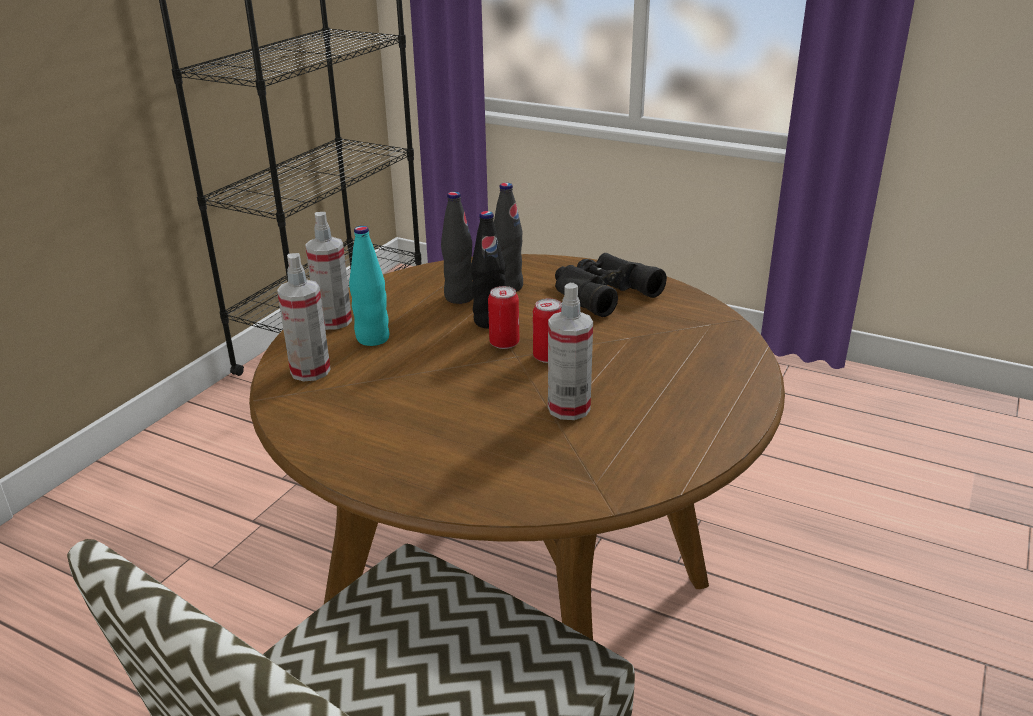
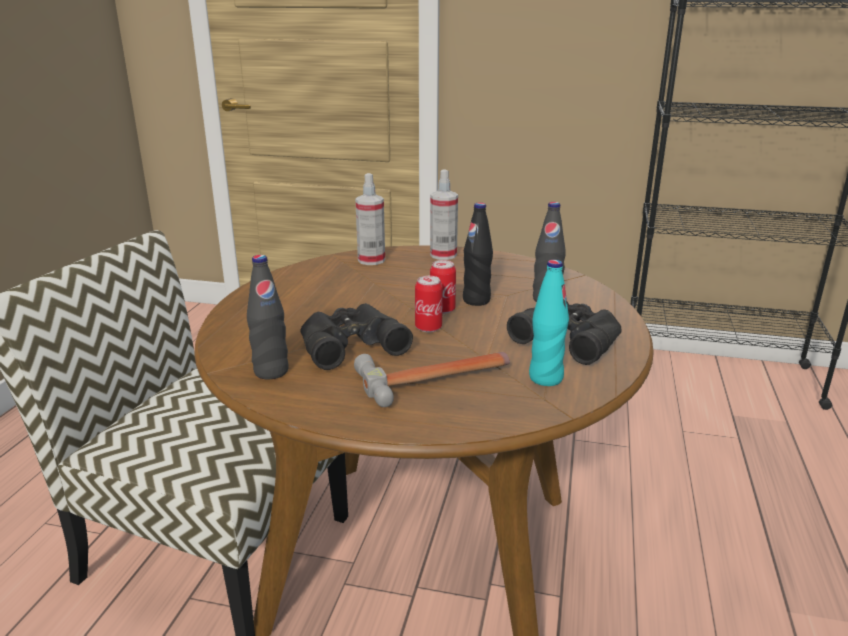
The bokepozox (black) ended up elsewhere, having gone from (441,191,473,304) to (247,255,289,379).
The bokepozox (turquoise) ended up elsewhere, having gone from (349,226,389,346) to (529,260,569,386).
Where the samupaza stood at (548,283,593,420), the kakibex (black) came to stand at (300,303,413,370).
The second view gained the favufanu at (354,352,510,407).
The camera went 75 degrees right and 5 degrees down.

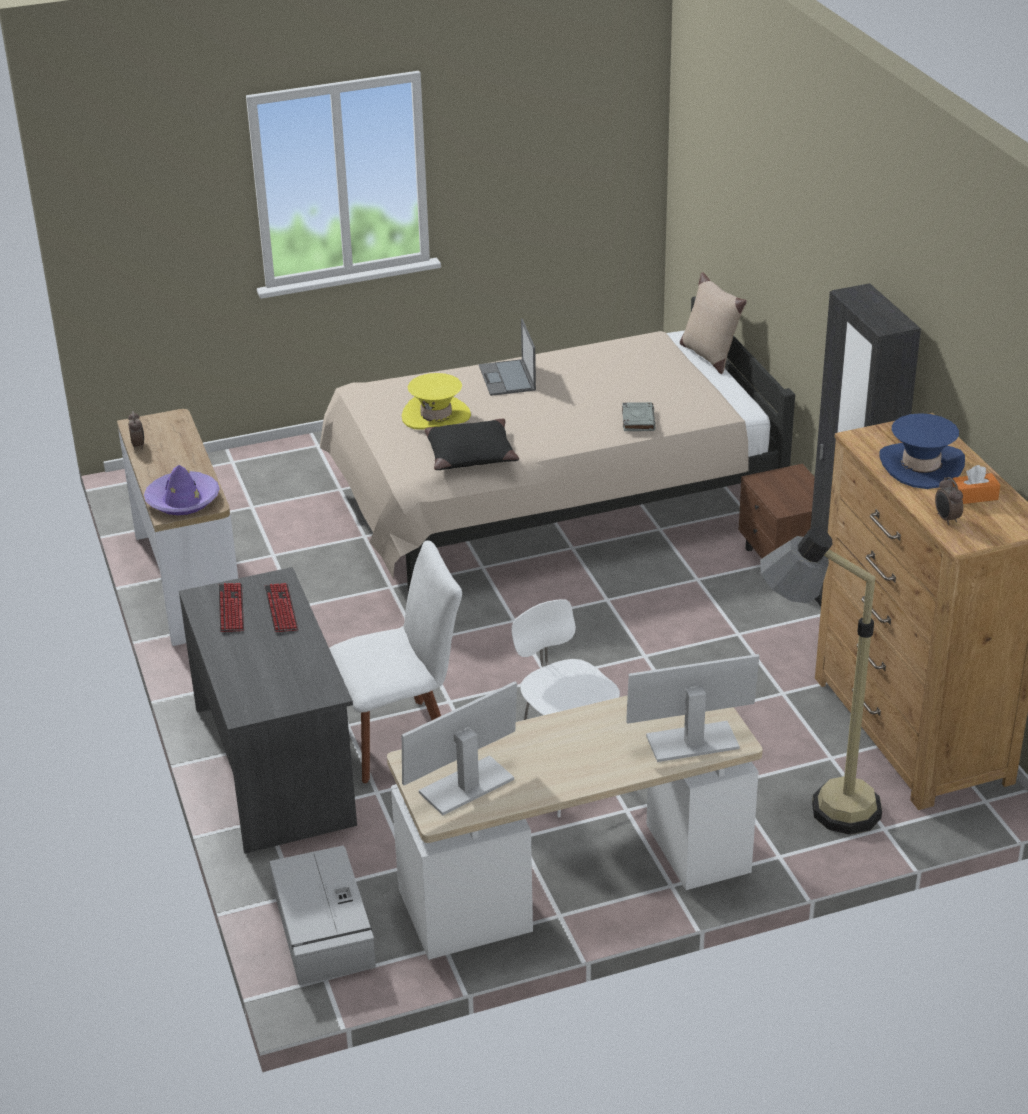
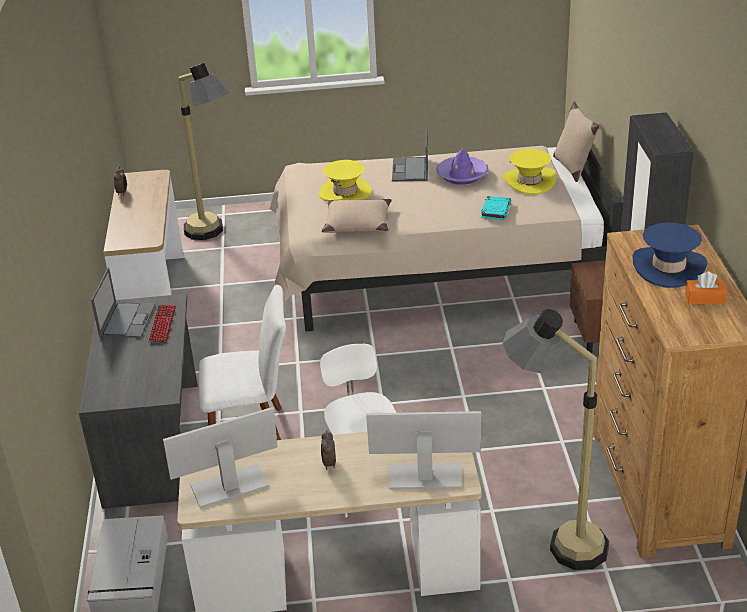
What was the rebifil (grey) at (622,402,656,431) turned into the rebifil (turquoise) at (481,196,511,220).
What was the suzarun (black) at (425,419,519,470) turned into the suzarun (beige) at (322,199,392,233).
The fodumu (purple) ended up elsewhere, having gone from (144,465,220,515) to (436,149,489,185).
The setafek ended up elsewhere, having gone from (935,477,963,525) to (321,430,336,470).
Where the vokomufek stood at (219,583,244,632), the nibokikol came to stand at (91,268,155,338).
The second view gained the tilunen at (178,63,229,240).
The second view gained the fodumu (yellow) at (503,149,557,194).
The camera went 15 degrees right and 0 degrees up.

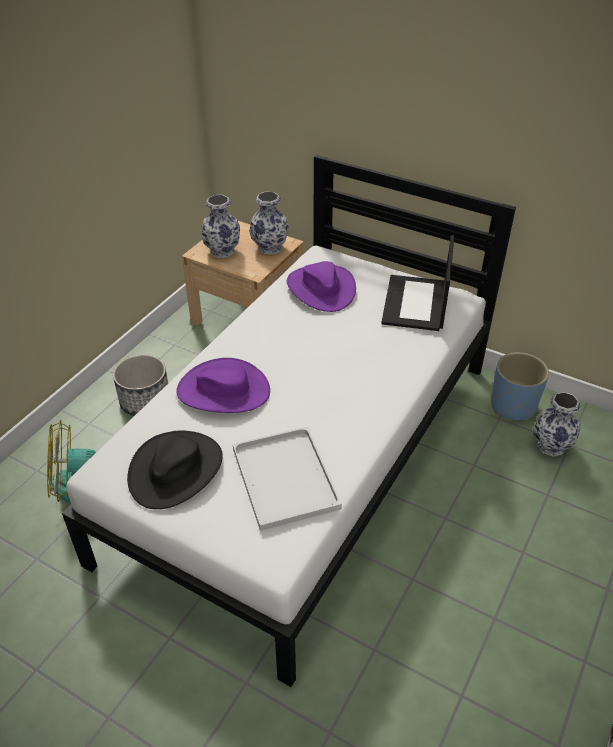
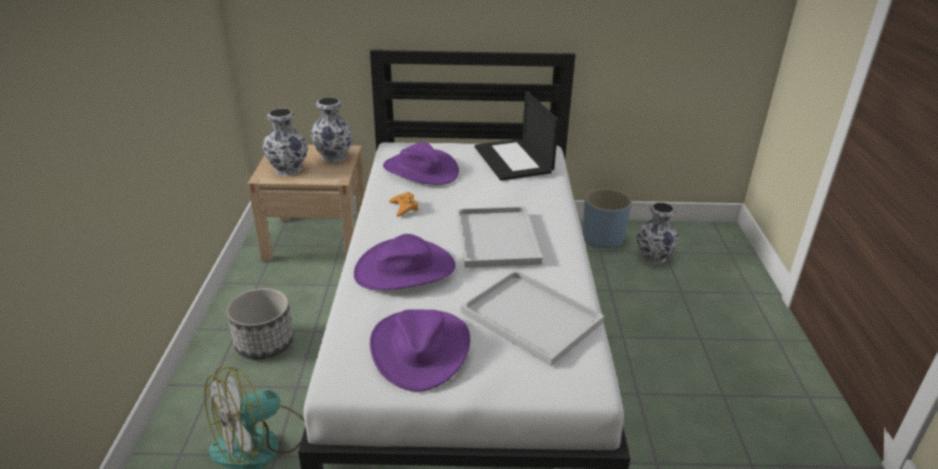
What was the fodumu (black) at (127,431,223,509) turned into the fodumu (purple) at (370,310,470,392).
The second view gained the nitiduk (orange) at (389,192,419,217).
The second view gained the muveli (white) at (457,206,542,268).
The camera went 30 degrees left and 10 degrees down.

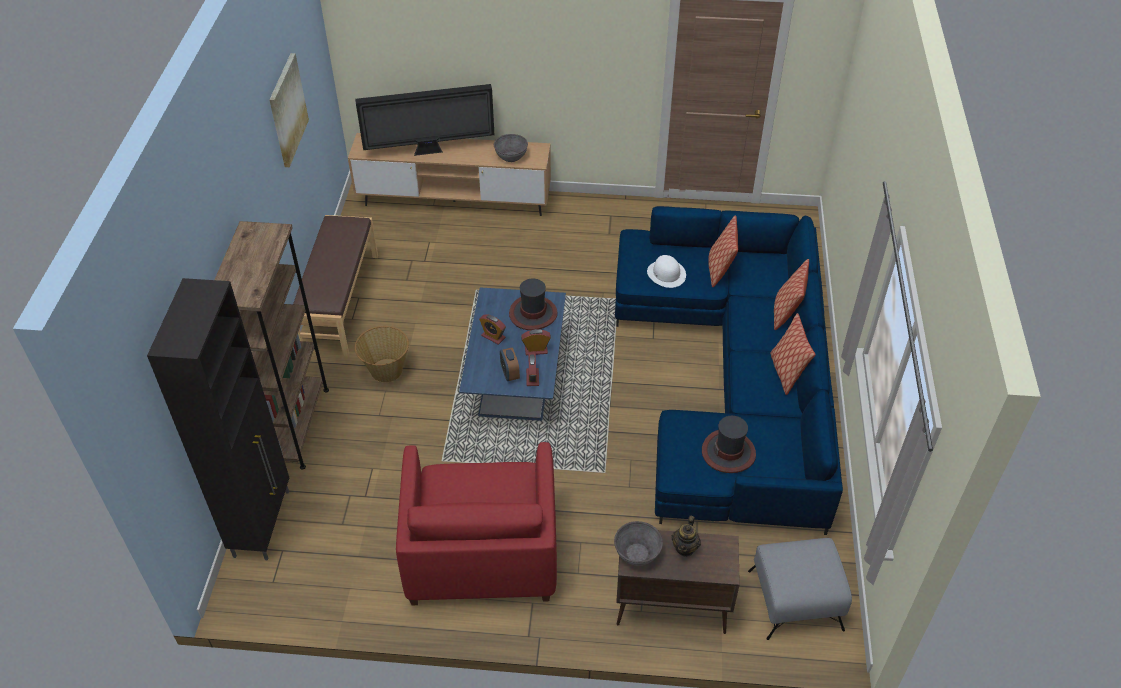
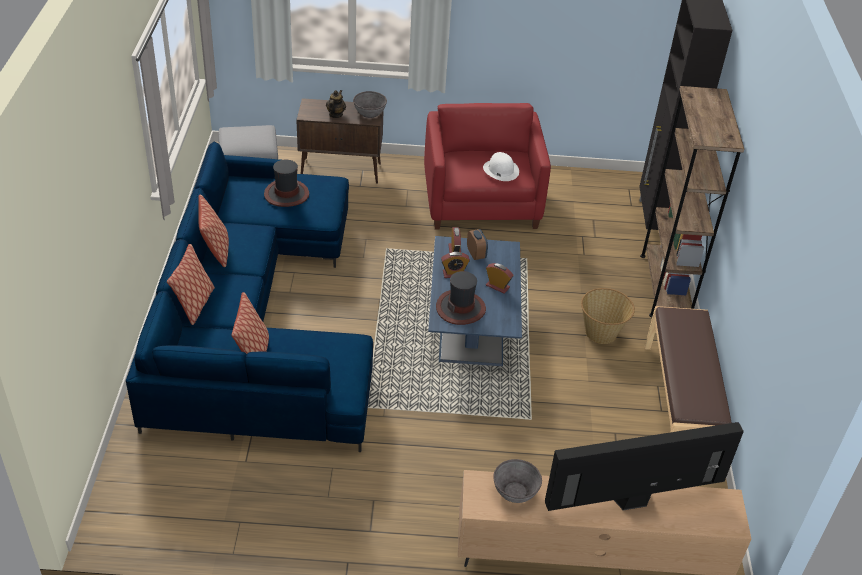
The second view lost the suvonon at (269,53,309,167).
The fodumu (white) ended up elsewhere, having gone from (647,255,686,288) to (483,152,519,181).
The camera went 175 degrees right and 5 degrees down.

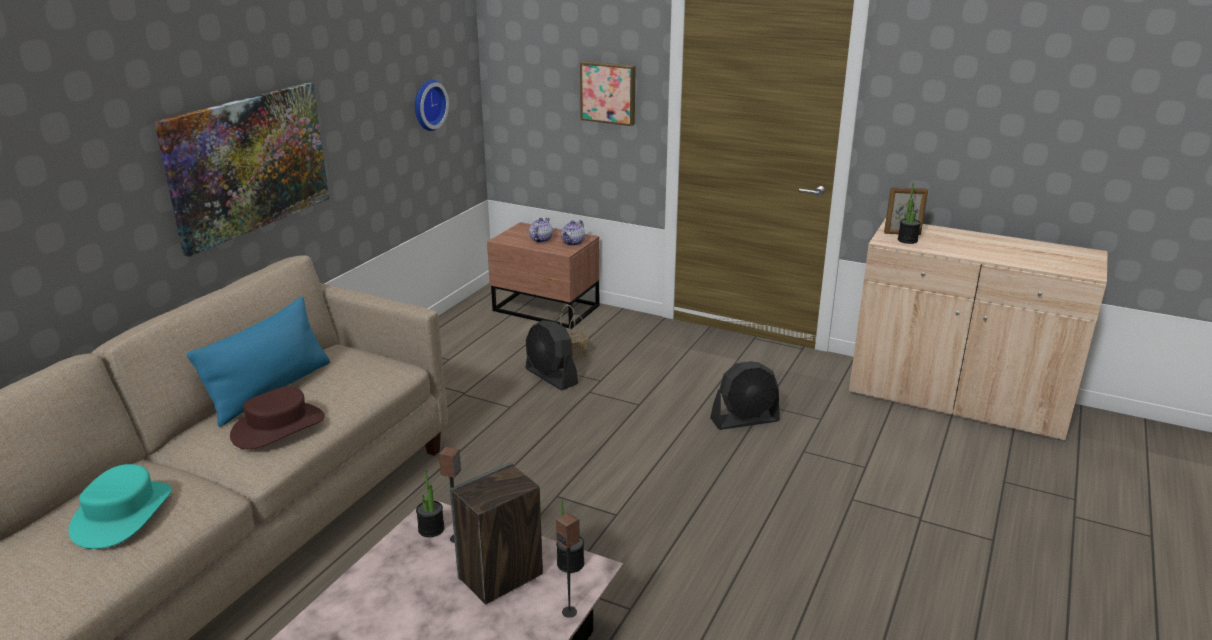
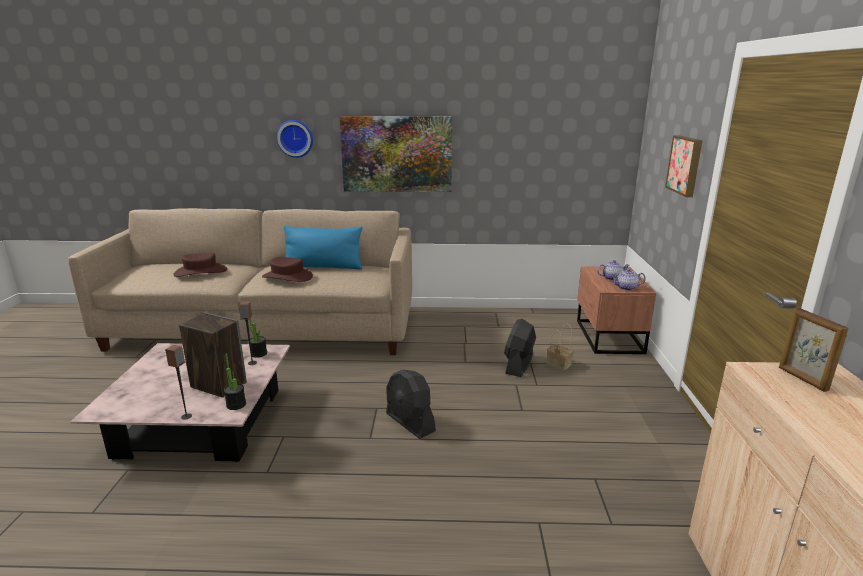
The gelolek ended up elsewhere, having gone from (415,80,449,131) to (277,120,313,158).
The second view lost the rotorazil at (898,183,921,244).
The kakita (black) ended up elsewhere, having gone from (710,361,780,430) to (386,370,436,439).
What was the fodumu (turquoise) at (68,464,172,549) turned into the fodumu (brown) at (173,252,227,277).
The camera went 65 degrees right and 5 degrees down.

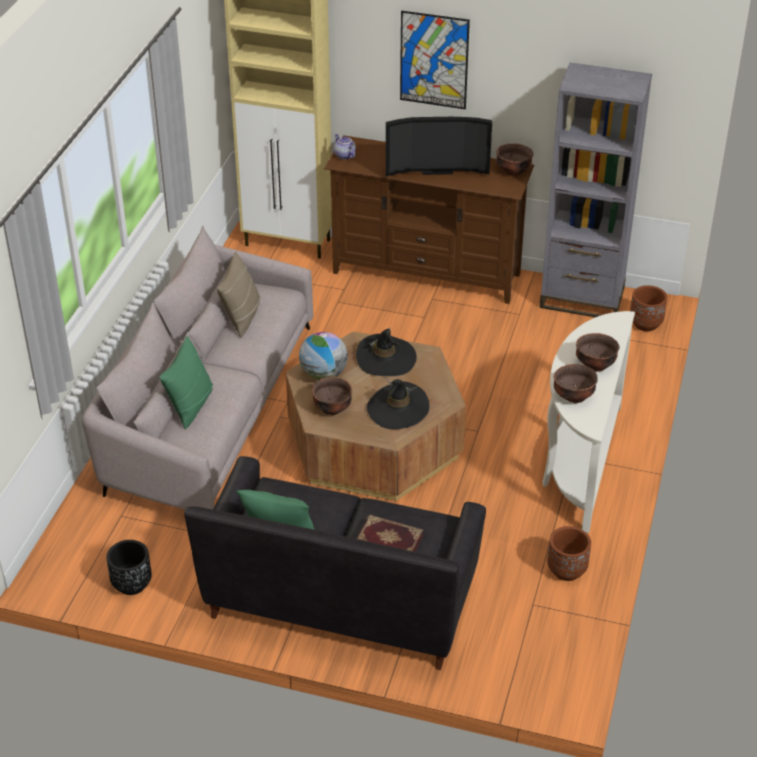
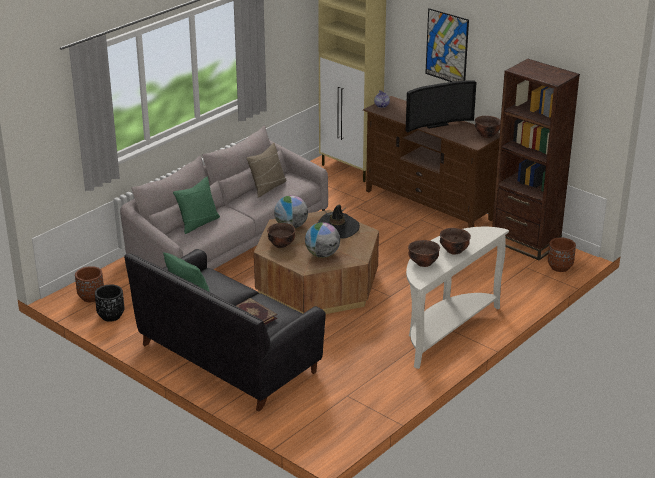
What was the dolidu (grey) at (540,63,652,317) turned into the dolidu (brown) at (492,59,580,260).
The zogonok at (386,117,492,176) ended up facing another way, 45 degrees counterclockwise from before.
Where the fodumu (black) stood at (367,378,430,429), the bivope came to stand at (305,222,340,258).
The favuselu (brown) ended up elsewhere, having gone from (547,526,591,581) to (75,266,104,302).
The camera went 25 degrees right and 10 degrees down.

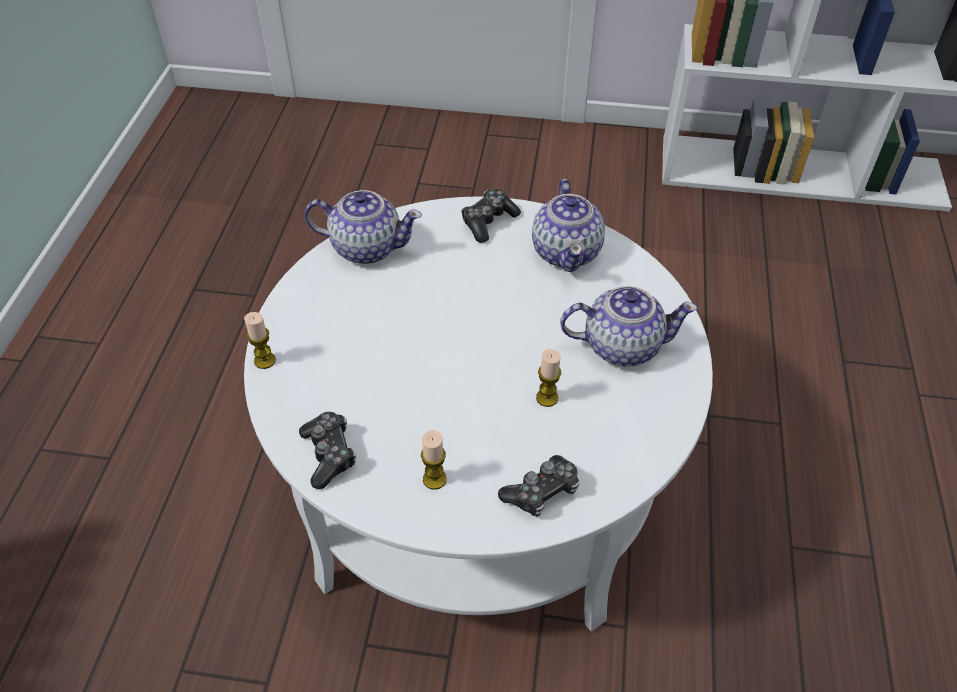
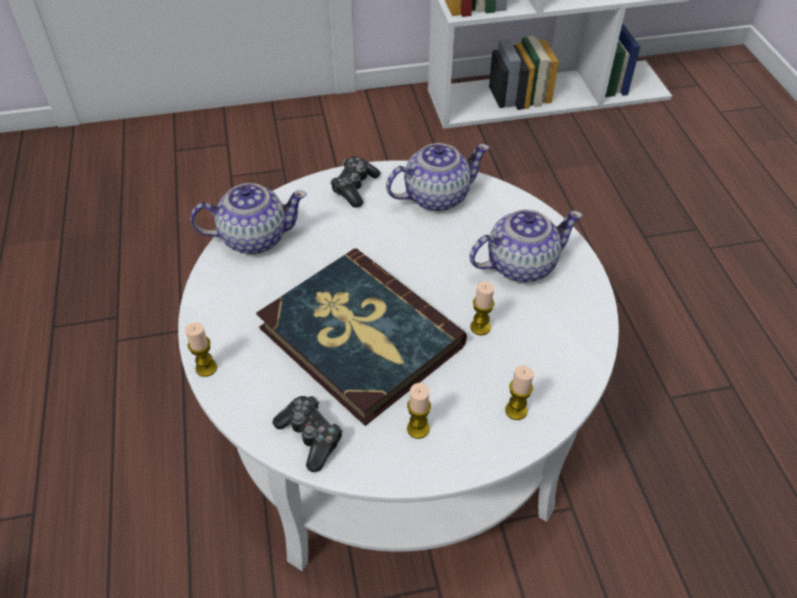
The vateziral at (532,179,605,272) ended up facing another way, 90 degrees counterclockwise from before.
Where the nitiduk stood at (498,455,579,517), the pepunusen came to stand at (505,365,534,420).
The second view gained the rebifil at (256,248,467,426).
The camera went 20 degrees left and 0 degrees up.

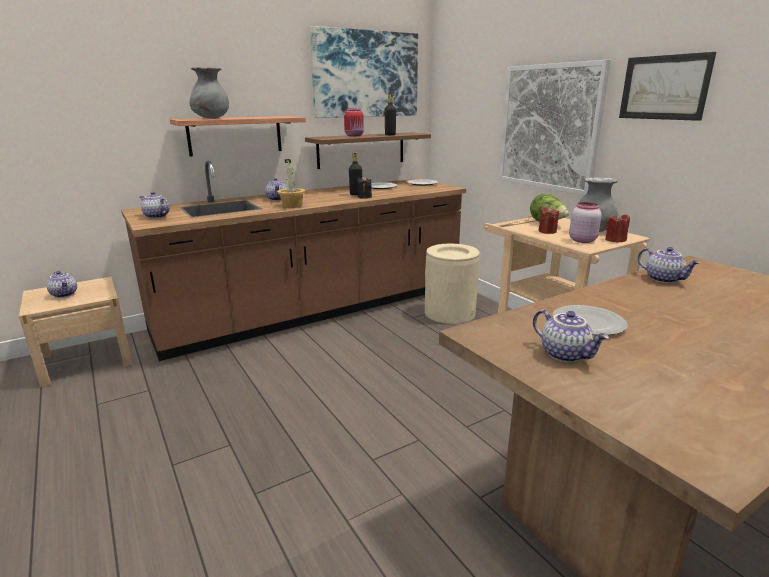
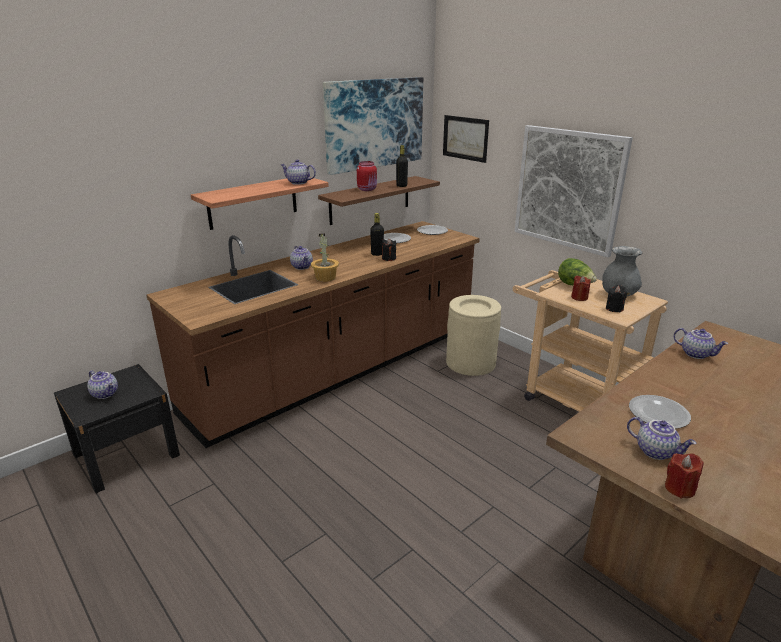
The suvonon ended up elsewhere, having gone from (619,52,716,121) to (443,115,489,163).
The second view lost the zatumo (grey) at (189,67,229,119).
The vateziral ended up elsewhere, having gone from (140,192,170,219) to (281,159,316,185).
Where the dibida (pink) stood at (569,202,602,243), the pepunusen (black) came to stand at (606,285,627,312).
The pepunusen (red) ended up elsewhere, having gone from (605,213,630,242) to (665,453,703,498).
What was the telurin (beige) at (19,277,133,387) turned into the telurin (black) at (54,364,180,493).
The camera went 10 degrees left and 5 degrees up.

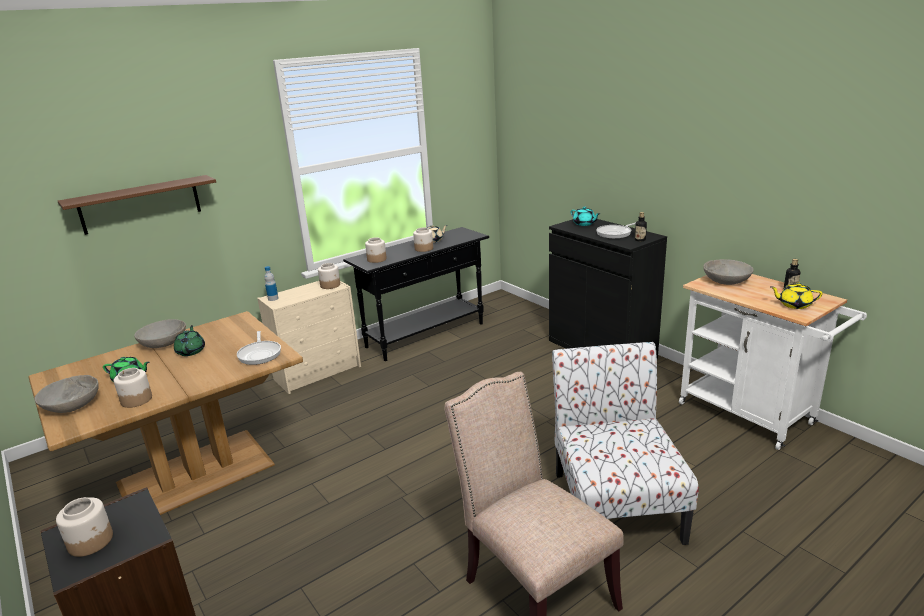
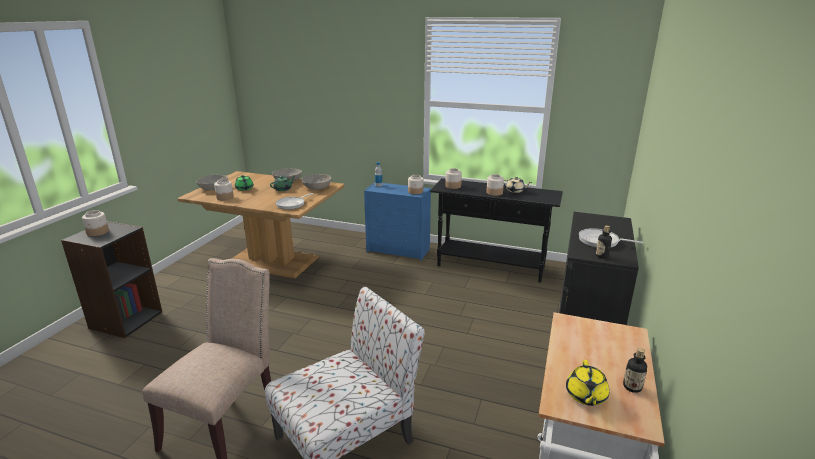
The second view lost the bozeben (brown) at (58,175,216,235).
The second view lost the vateziral (turquoise) at (571,207,601,226).
The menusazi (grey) ended up elsewhere, having gone from (703,259,754,285) to (301,174,332,190).
What was the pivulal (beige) at (257,281,361,394) turned into the pivulal (blue) at (364,182,431,261).
The vateziral (yellow) at (771,283,822,309) ended up facing another way, 150 degrees counterclockwise from before.
The camera went 55 degrees right and 0 degrees up.

